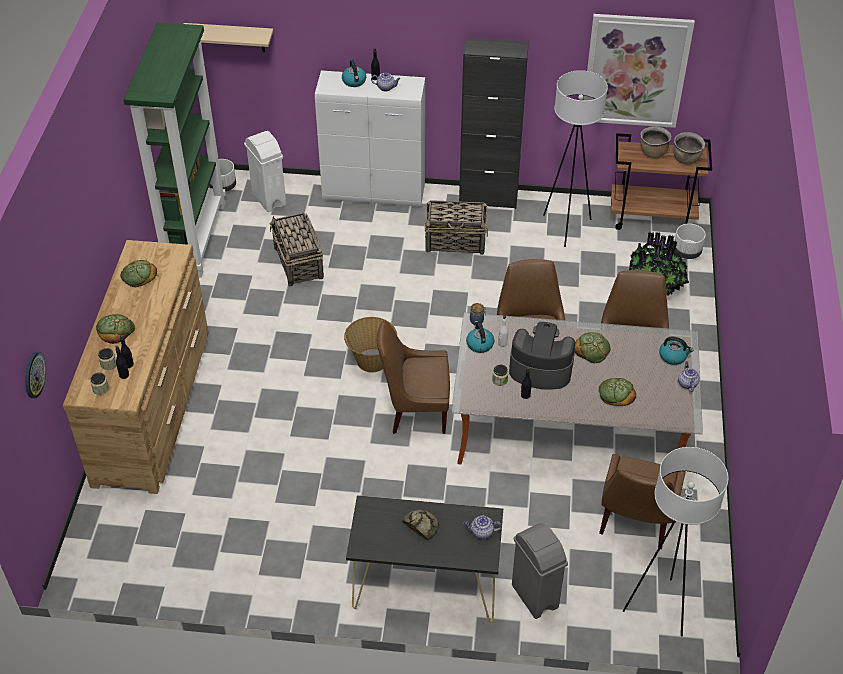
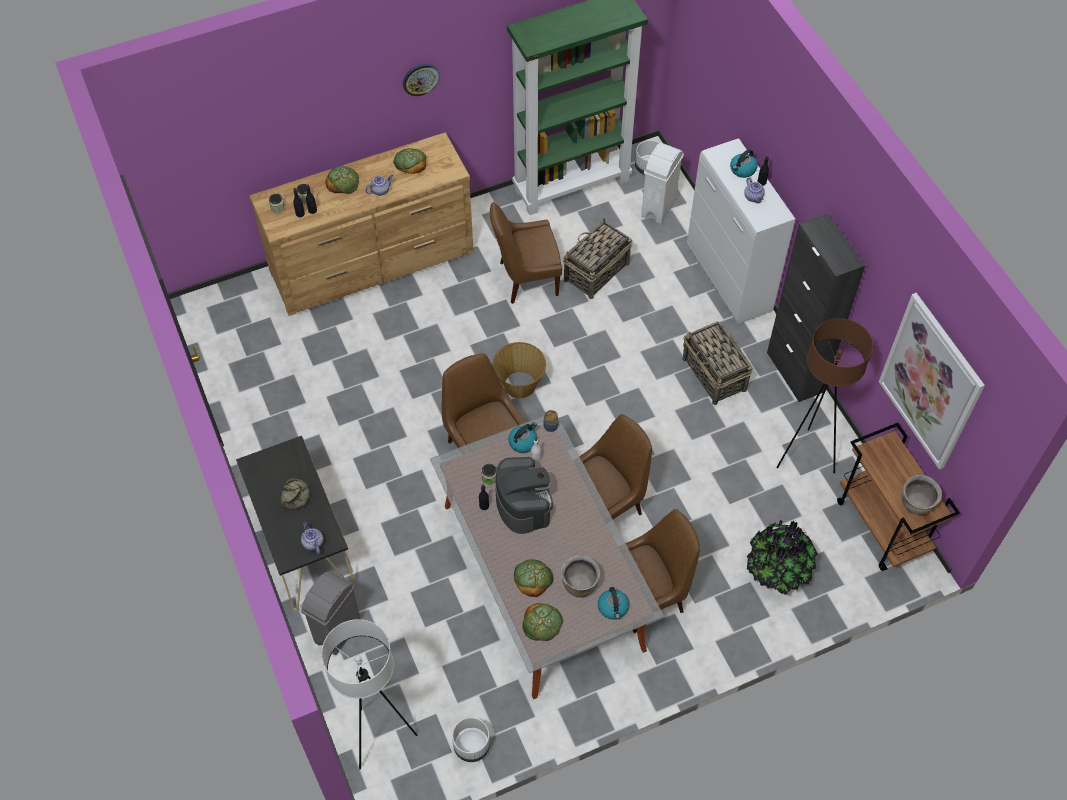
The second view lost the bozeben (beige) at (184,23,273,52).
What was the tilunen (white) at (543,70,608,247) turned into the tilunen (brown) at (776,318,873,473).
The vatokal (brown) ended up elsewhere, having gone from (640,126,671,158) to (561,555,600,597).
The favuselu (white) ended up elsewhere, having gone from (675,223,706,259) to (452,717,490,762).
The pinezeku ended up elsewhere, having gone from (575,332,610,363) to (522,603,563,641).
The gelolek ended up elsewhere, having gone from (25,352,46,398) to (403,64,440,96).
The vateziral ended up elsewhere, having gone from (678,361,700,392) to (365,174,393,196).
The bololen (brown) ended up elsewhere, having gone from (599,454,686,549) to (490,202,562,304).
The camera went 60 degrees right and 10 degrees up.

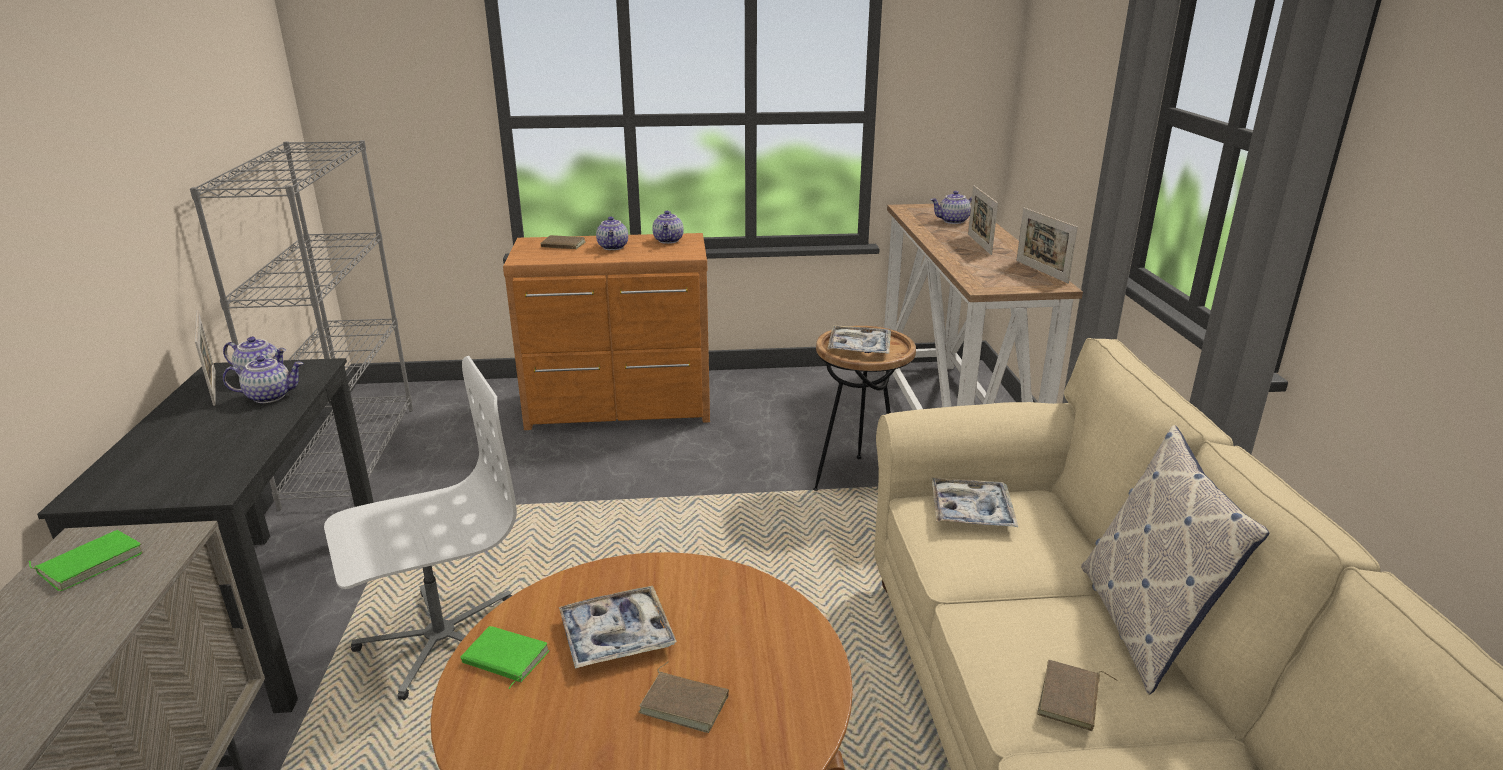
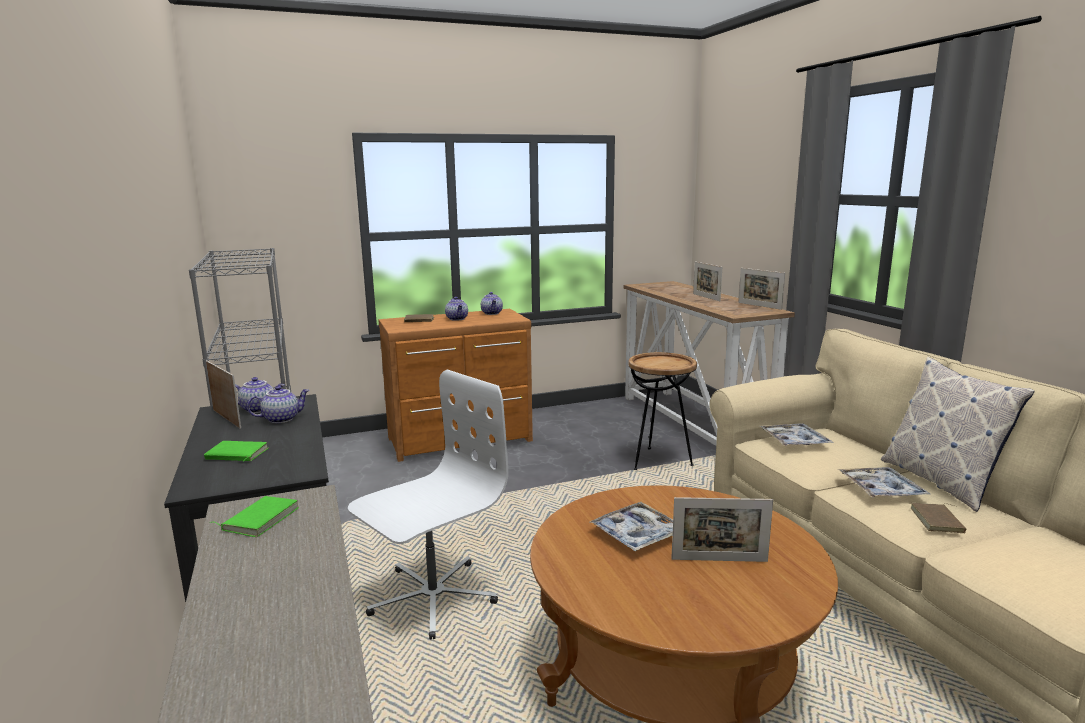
The second view lost the vateziral at (930,191,972,224).
The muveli ended up elsewhere, having gone from (828,325,891,354) to (838,467,930,497).
The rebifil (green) ended up elsewhere, having gone from (460,626,550,689) to (204,441,268,462).
Where the rebifil (brown) stood at (639,661,729,733), the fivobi came to stand at (671,497,773,562).
The camera went 15 degrees left and 10 degrees down.

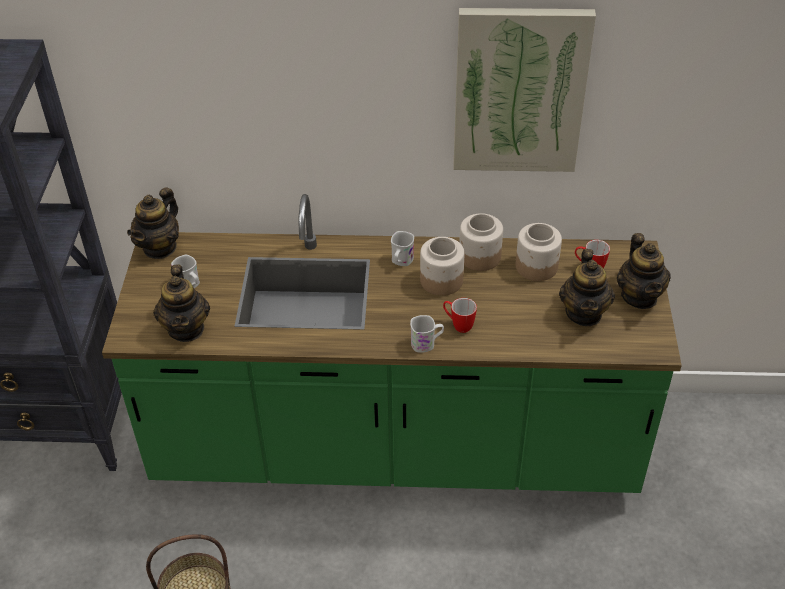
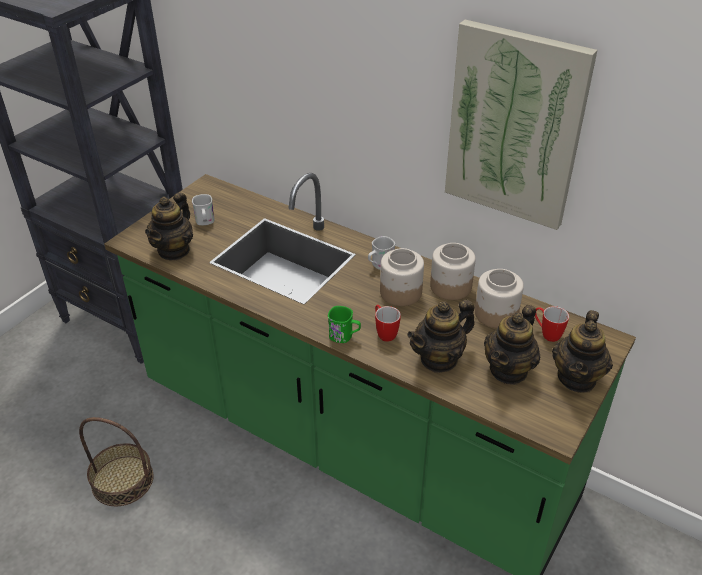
The vateziral ended up elsewhere, having gone from (127,187,179,259) to (407,300,475,373).
What was the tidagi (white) at (410,315,444,353) turned into the tidagi (green) at (328,306,361,343).
The camera went 30 degrees right and 5 degrees down.

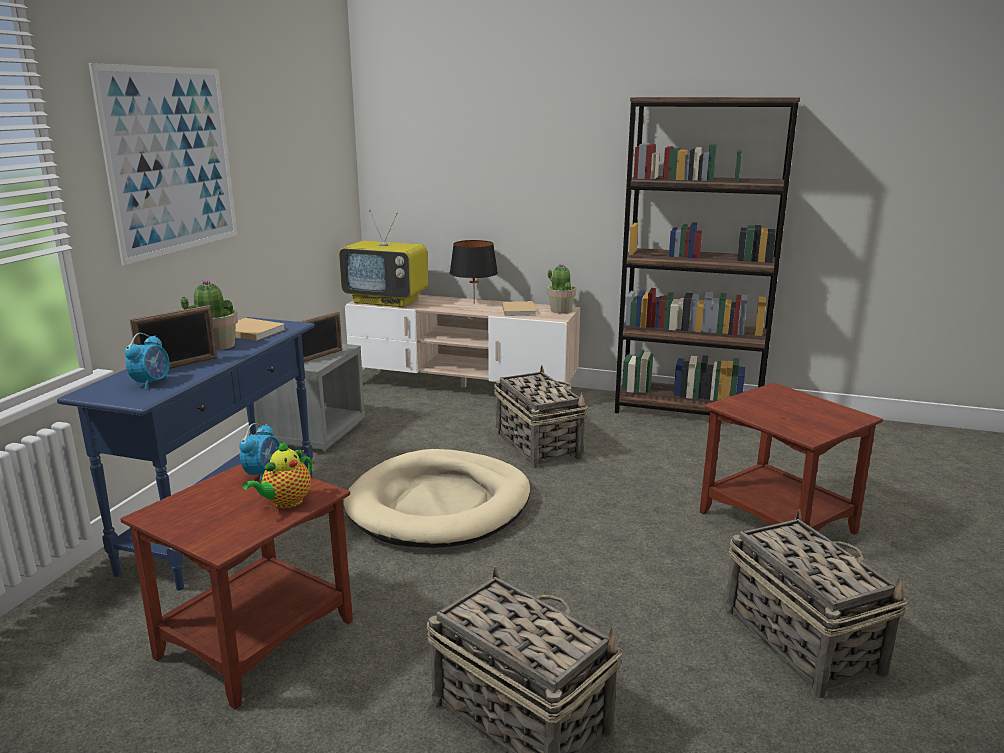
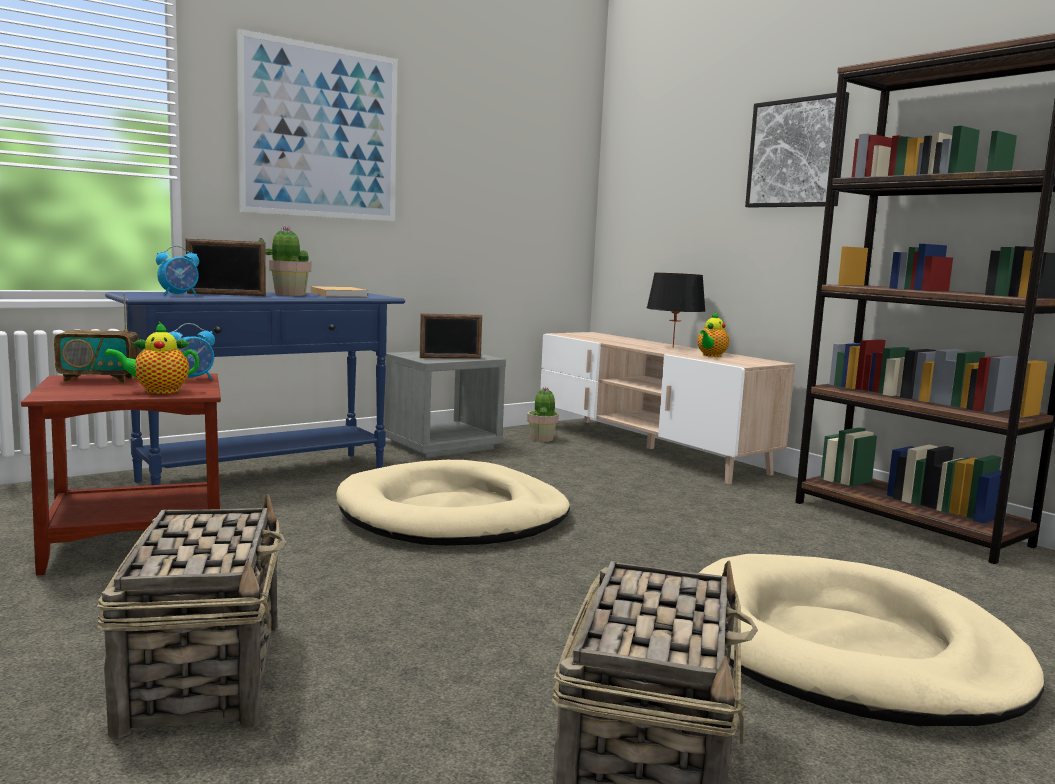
The second view lost the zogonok at (339,210,428,307).
The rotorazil ended up elsewhere, having gone from (547,264,576,313) to (527,387,559,442).
Where the rebifil (beige) stood at (502,301,537,316), the vateziral came to stand at (697,311,729,357).
The second view lost the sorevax at (494,365,588,468).
Where the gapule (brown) stood at (700,383,883,535), the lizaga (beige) came to stand at (699,554,1045,726).
The second view gained the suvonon at (745,92,849,208).
The second view gained the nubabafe at (54,293,139,383).
The camera went 35 degrees right and 10 degrees down.

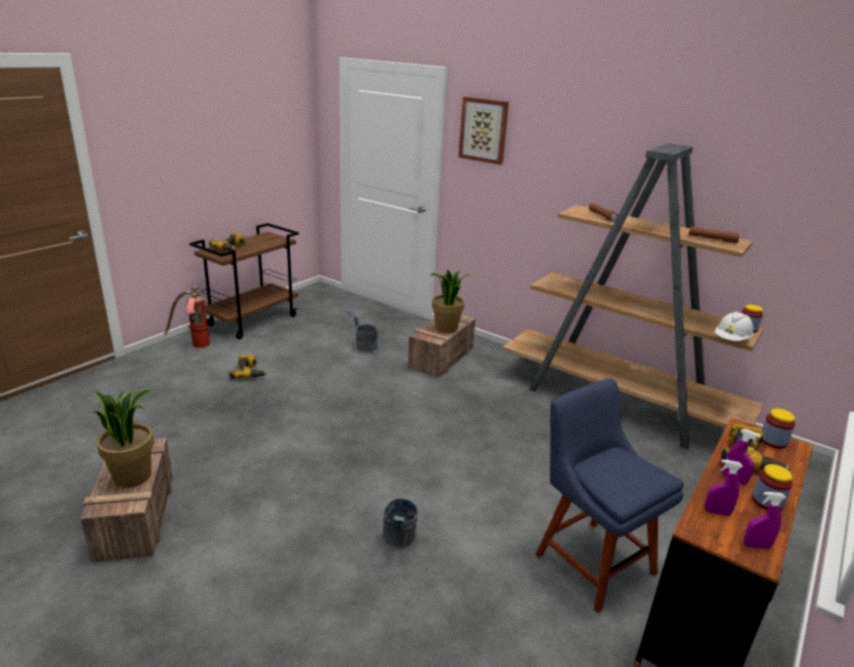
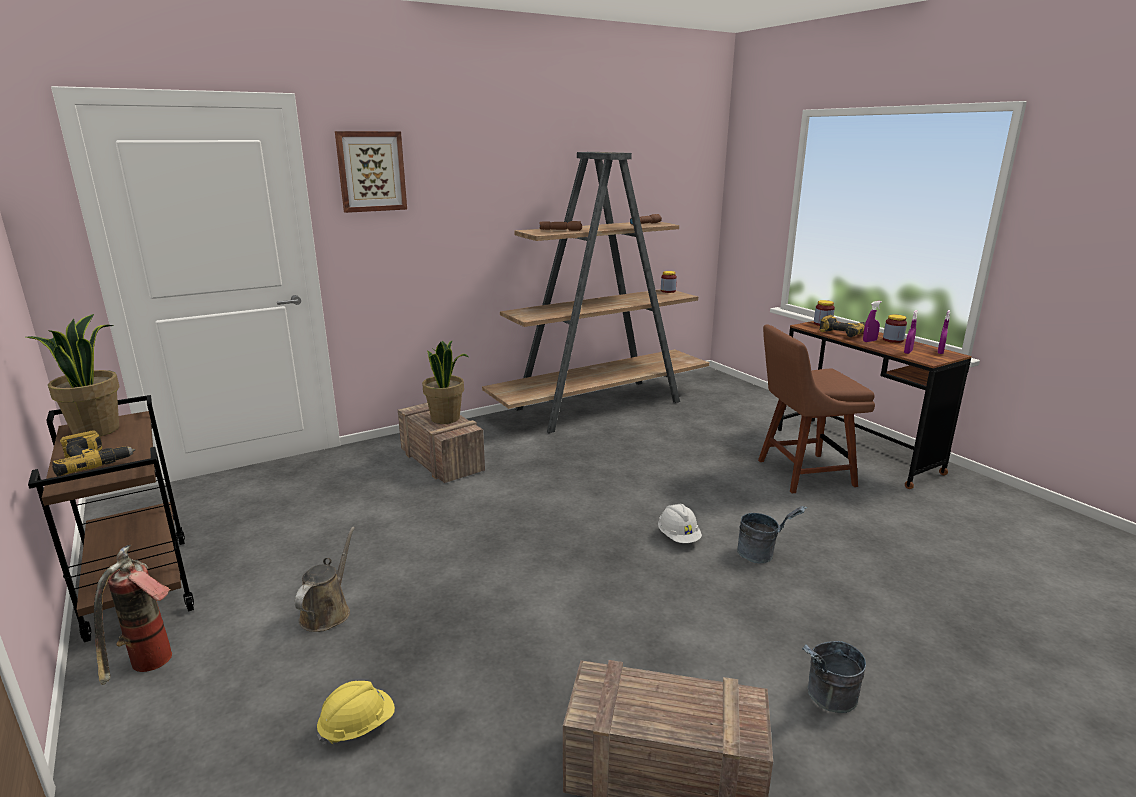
The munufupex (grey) ended up elsewhere, having gone from (346,309,378,353) to (802,641,866,713).
The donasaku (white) ended up elsewhere, having gone from (715,311,754,341) to (658,504,702,543).
Where the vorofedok stood at (229,355,267,379), the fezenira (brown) came to stand at (295,527,355,632).
What was the bololen (blue) at (535,378,684,613) turned into the bololen (brown) at (758,325,875,493).
The rotorazil ended up elsewhere, having gone from (93,389,154,488) to (26,314,120,436).
The second view gained the donasaku (yellow) at (317,681,395,745).
The camera went 65 degrees left and 5 degrees down.

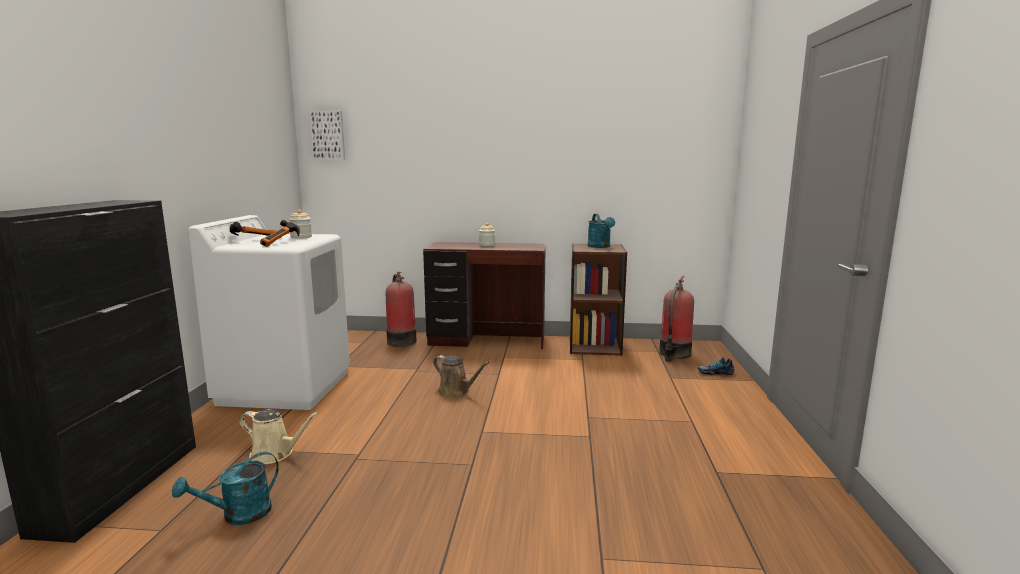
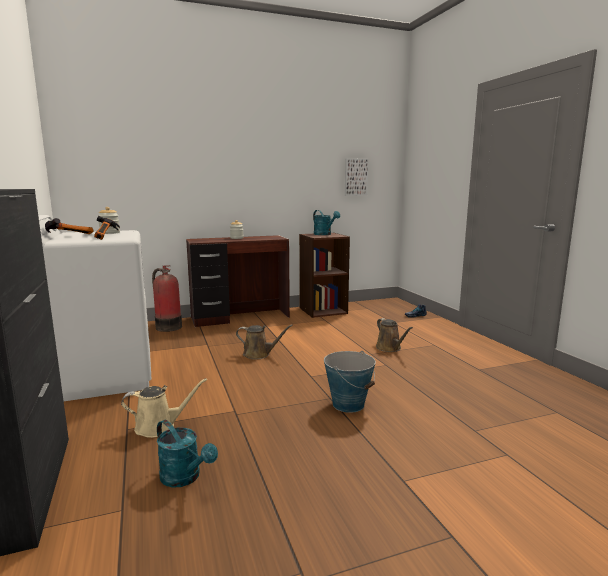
The suvonon ended up elsewhere, having gone from (310,111,345,160) to (345,158,368,196).
The second view lost the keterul at (659,276,694,362).
The fezenira (turquoise) at (172,452,279,525) ended up facing another way, 75 degrees counterclockwise from before.
The second view gained the fezenira (brown) at (376,318,413,352).
The second view gained the munufupex at (324,351,376,413).
The camera went 25 degrees left and 0 degrees up.

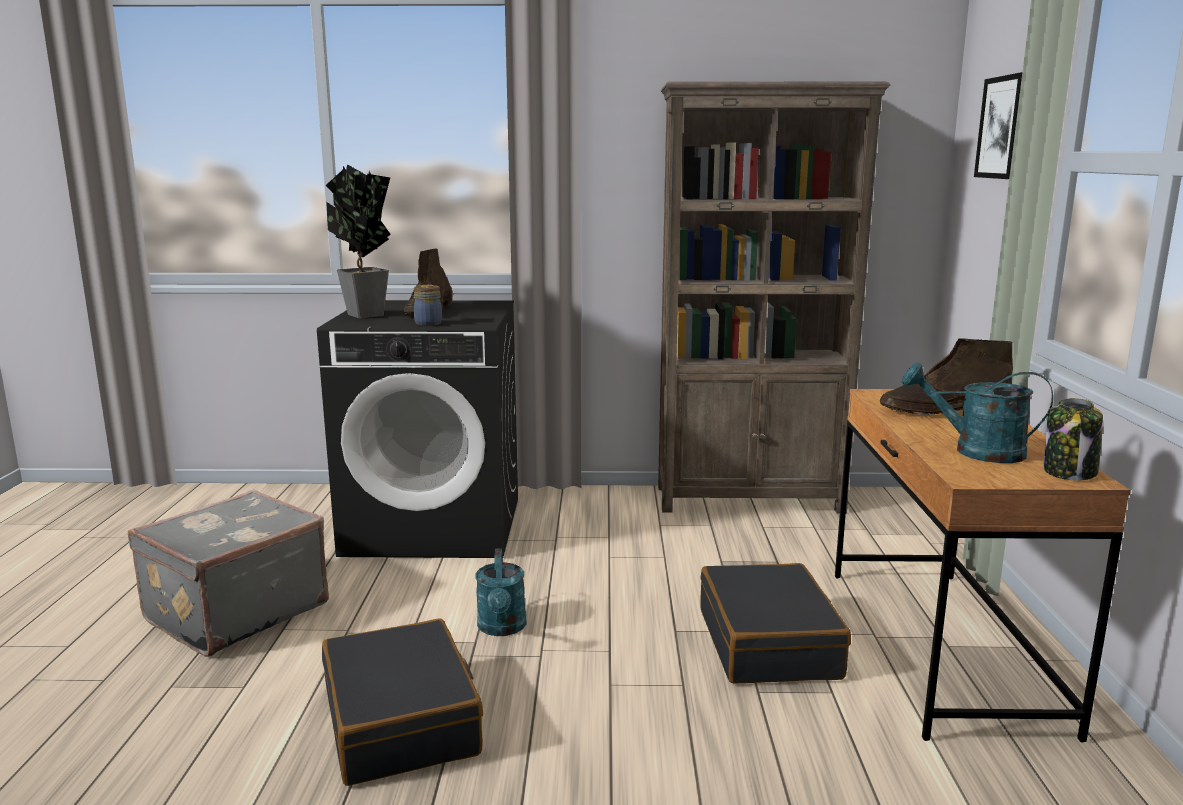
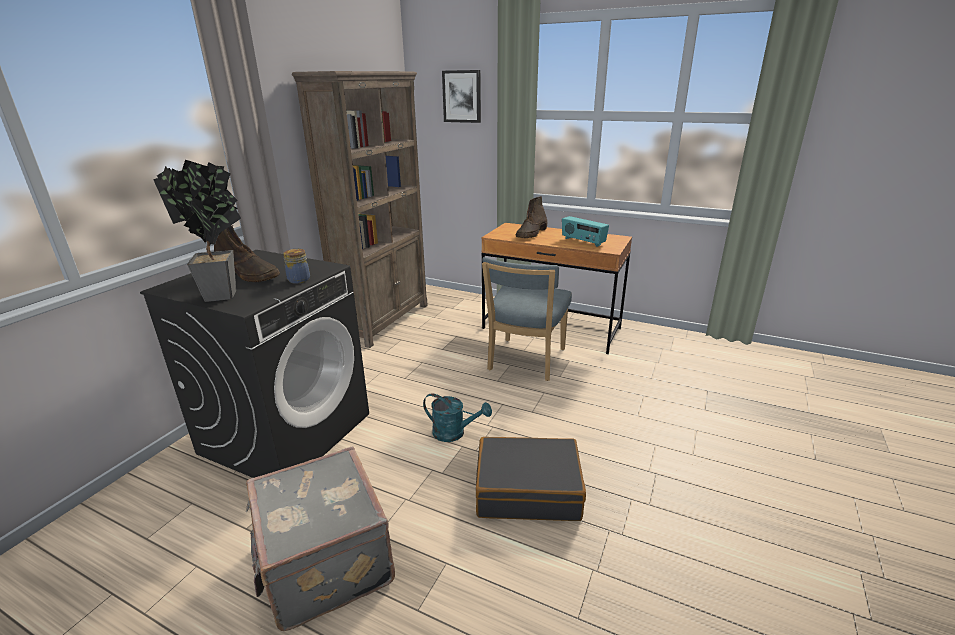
Where the fezenira (turquoise) stood at (902,362,1053,463), the nubabafe came to stand at (562,216,609,247).
The second view lost the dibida at (1044,398,1103,480).
Where the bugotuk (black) stood at (700,563,851,684), the bololen (blue) came to stand at (482,257,572,381).
The camera went 65 degrees left and 10 degrees up.

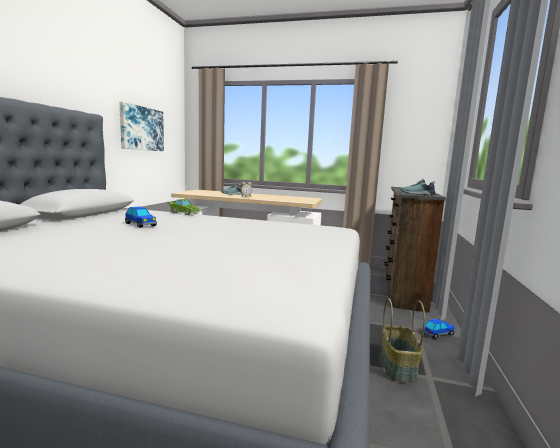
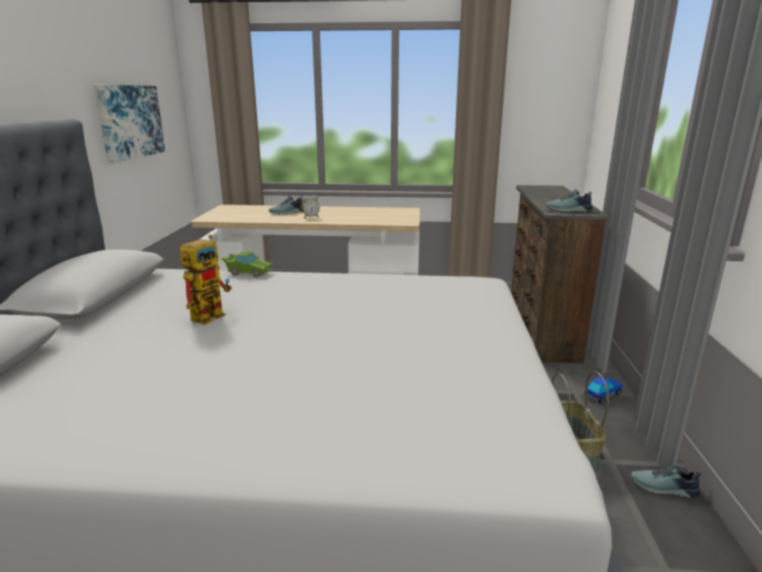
Where the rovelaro stood at (125,206,157,228), the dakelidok came to stand at (180,235,232,325).
The second view gained the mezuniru at (631,465,701,498).
The camera went 10 degrees left and 10 degrees up.

